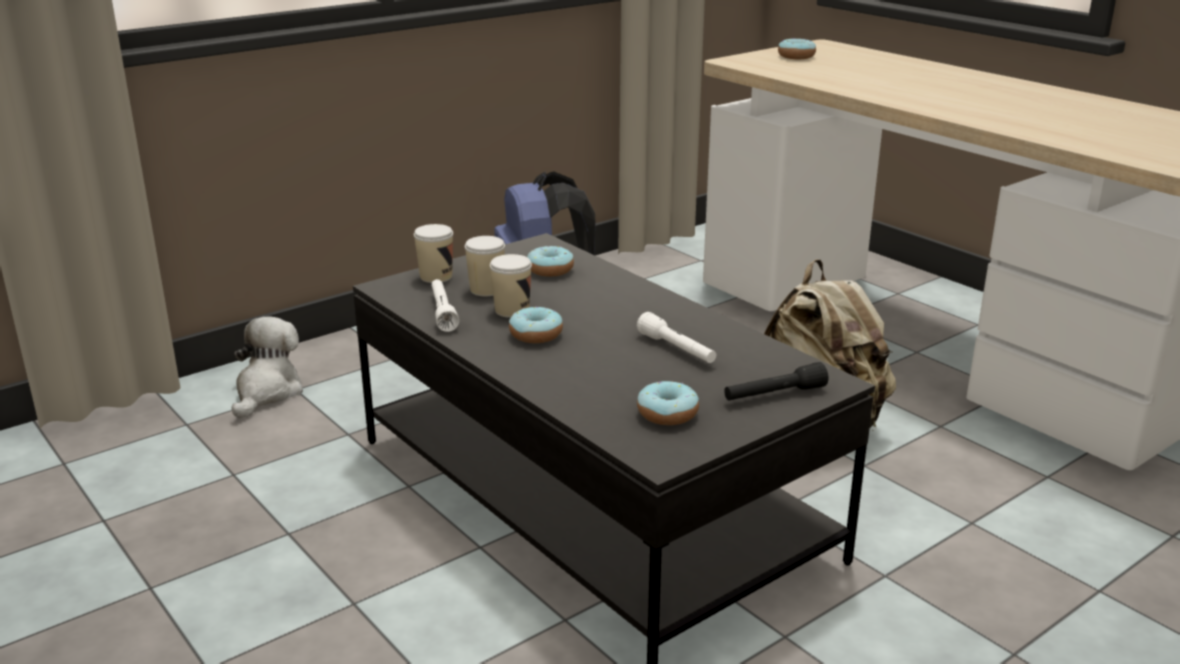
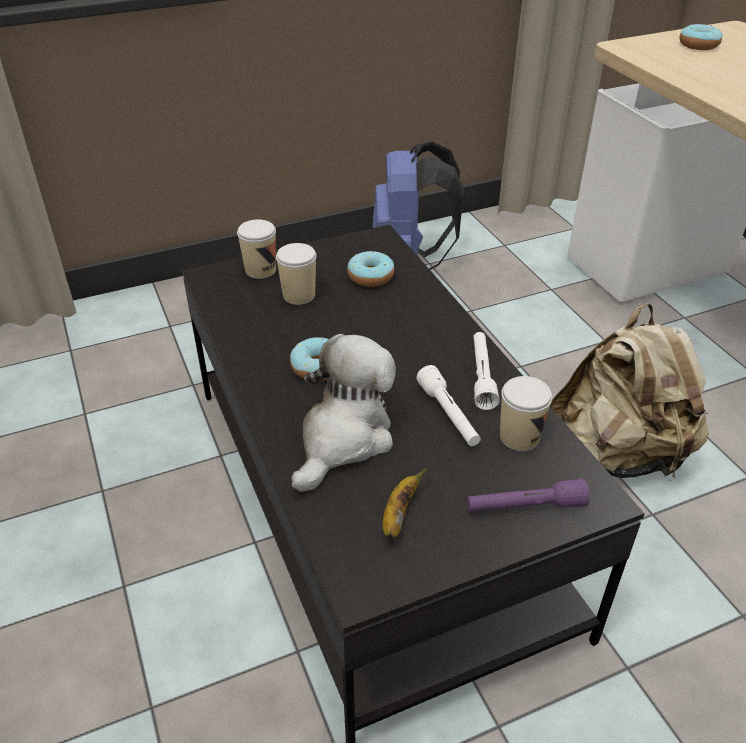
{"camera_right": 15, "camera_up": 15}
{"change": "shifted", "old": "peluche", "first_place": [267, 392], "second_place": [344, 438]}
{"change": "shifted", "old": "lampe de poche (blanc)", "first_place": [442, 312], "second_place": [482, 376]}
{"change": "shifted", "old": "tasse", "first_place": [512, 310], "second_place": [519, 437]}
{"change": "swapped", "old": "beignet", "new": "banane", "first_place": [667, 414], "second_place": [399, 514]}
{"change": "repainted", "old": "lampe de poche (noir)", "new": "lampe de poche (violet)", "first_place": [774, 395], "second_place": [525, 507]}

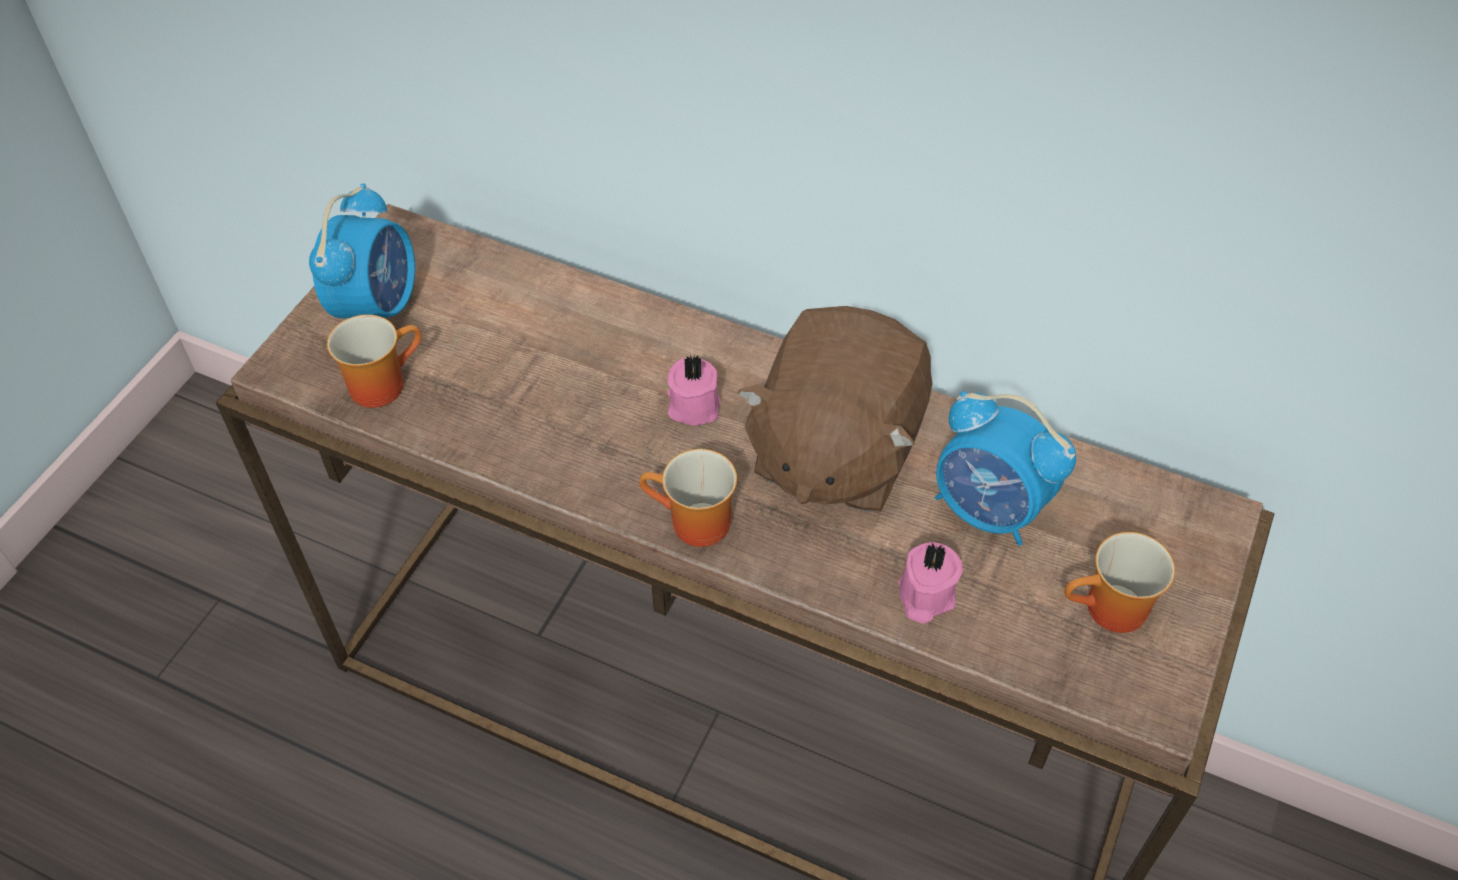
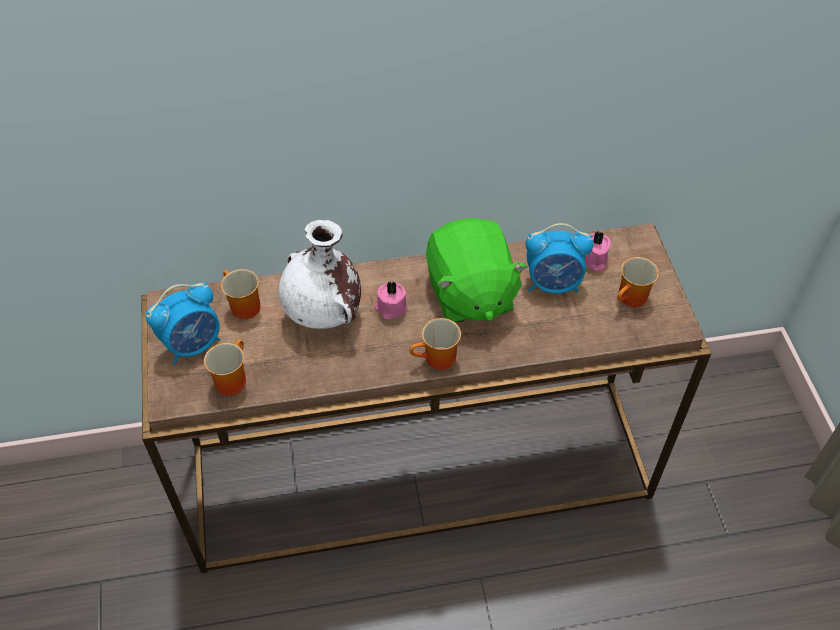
{"camera_right": -35, "camera_up": 0}
{"change": "rotated", "old": "réveil", "first_place": [378, 307], "second_place": [193, 344], "degrees": 75}
{"change": "repainted", "old": "peluche (marron)", "new": "peluche (vert)", "first_place": [834, 450], "second_place": [469, 294]}
{"change": "shifted", "old": "bougie (rose)", "first_place": [924, 596], "second_place": [593, 260]}
{"change": "new", "new": "mug", "second_place": [241, 307]}
{"change": "new", "new": "vase (blanc)", "second_place": [324, 315]}

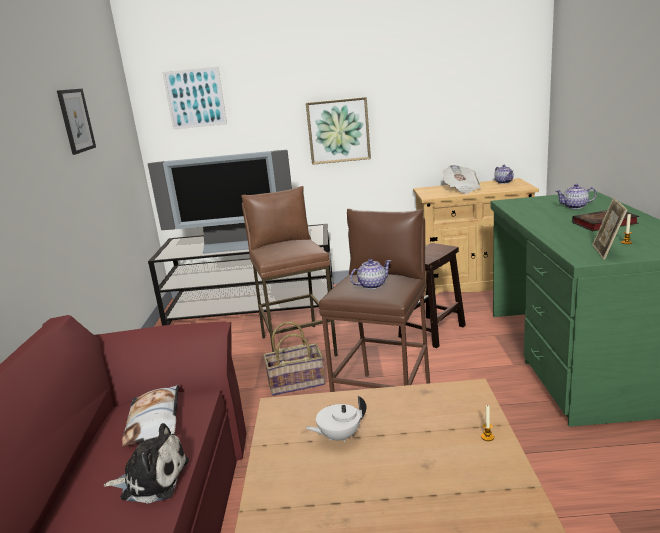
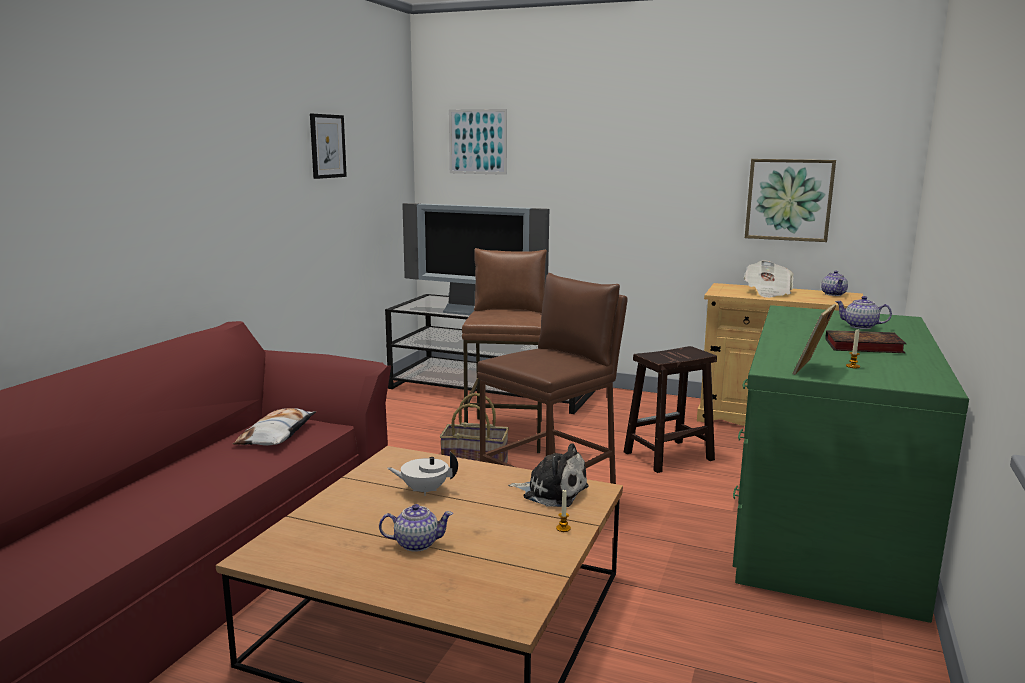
{"camera_right": 20, "camera_up": -5}
{"change": "shifted", "old": "peluche", "first_place": [151, 479], "second_place": [552, 492]}
{"change": "shifted", "old": "tableau", "first_place": [338, 131], "second_place": [789, 199]}
{"change": "shifted", "old": "théière", "first_place": [371, 285], "second_place": [416, 543]}

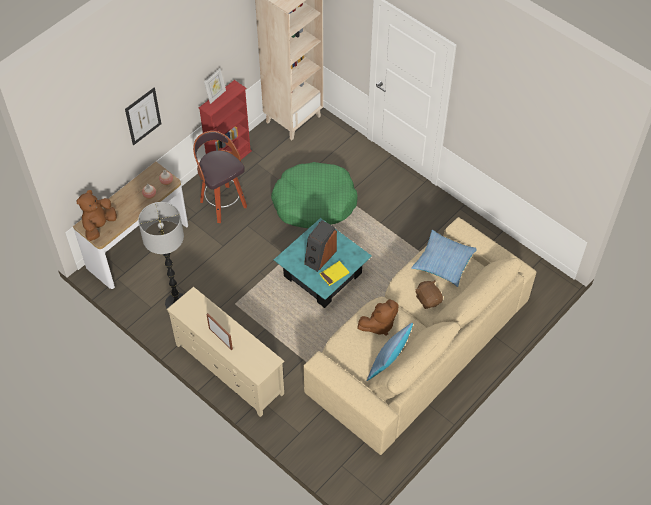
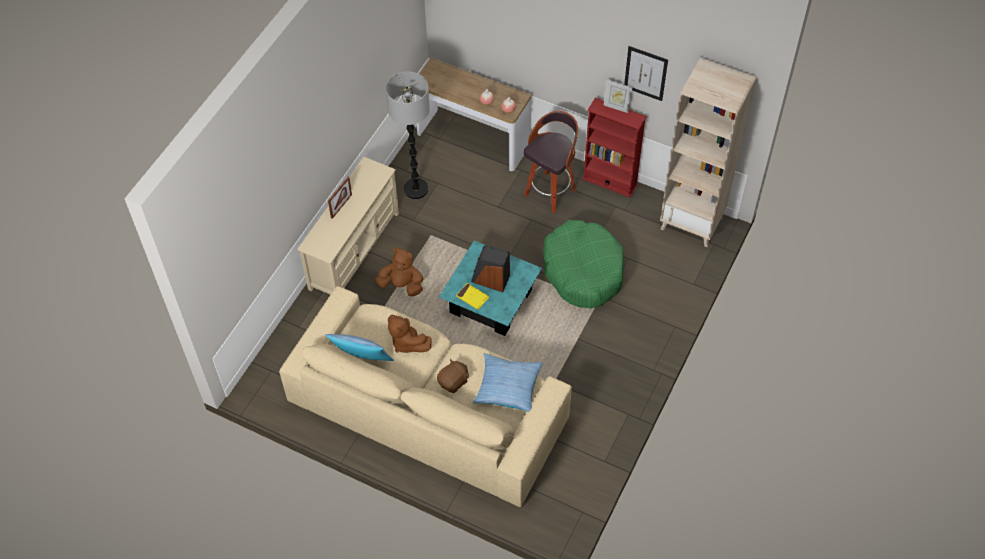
{"camera_right": 75, "camera_up": 0}
{"change": "shifted", "old": "peluche (marron)", "first_place": [99, 226], "second_place": [402, 285]}
{"change": "shifted", "old": "tableau", "first_place": [143, 116], "second_place": [645, 73]}

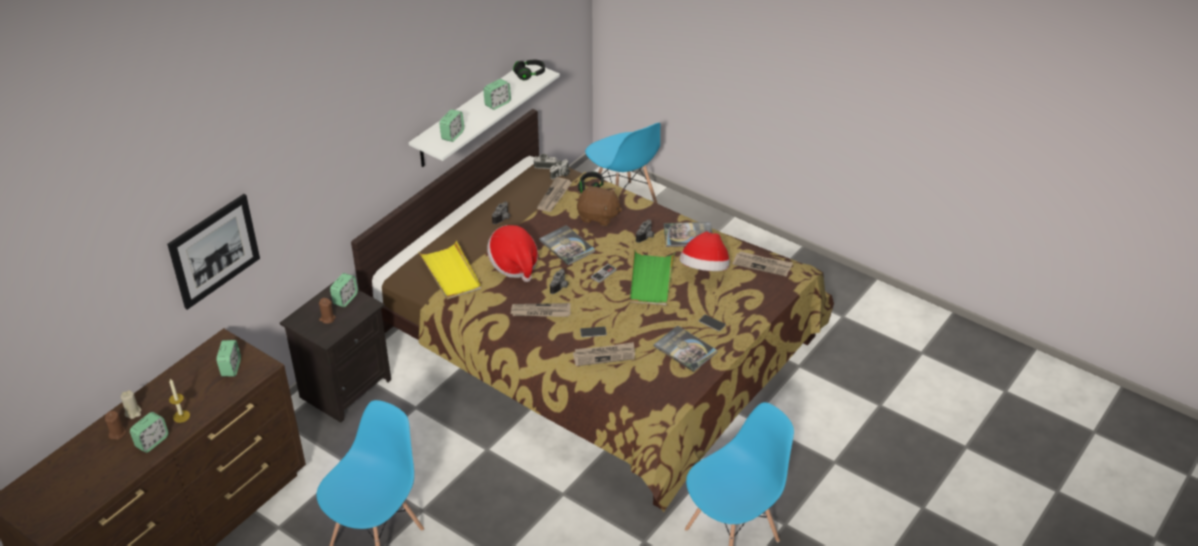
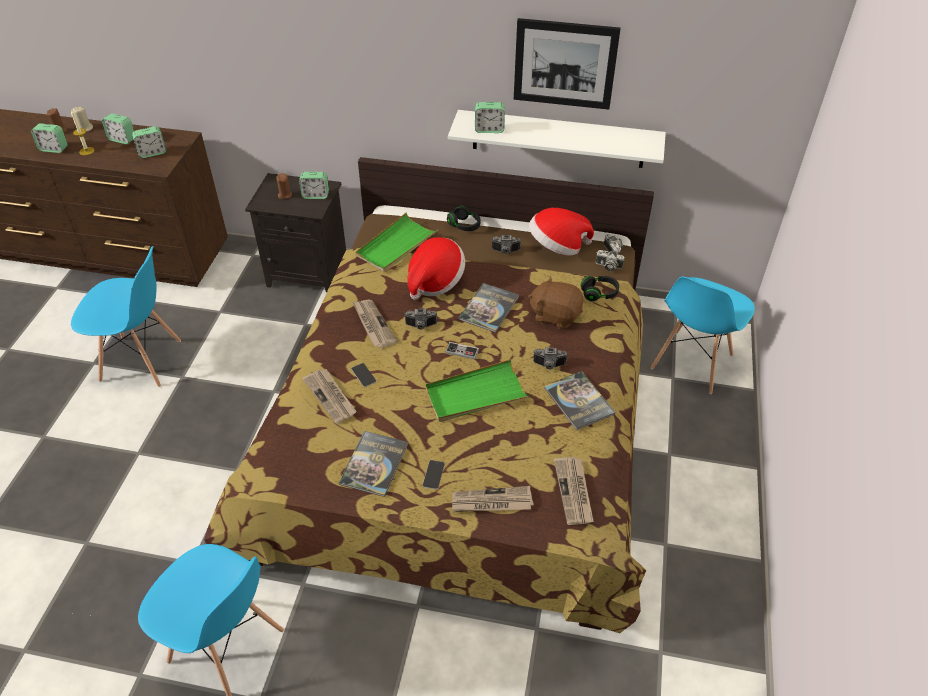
{"camera_right": 65, "camera_up": 5}
{"change": "shifted", "old": "tableau", "first_place": [214, 250], "second_place": [564, 64]}
{"change": "repainted", "old": "plateau (jaune)", "new": "plateau (vert)", "first_place": [451, 273], "second_place": [396, 245]}
{"change": "shifted", "old": "réveil", "first_place": [497, 104], "second_place": [122, 139]}
{"change": "shifted", "old": "casque audio (noir)", "first_place": [530, 74], "second_place": [464, 225]}
{"change": "shifted", "old": "journal", "first_place": [554, 196], "second_place": [491, 502]}
{"change": "rotated", "old": "peluche (marron)", "first_place": [598, 216], "second_place": [555, 315], "degrees": 120}
{"change": "shifted", "old": "chapeau", "first_place": [704, 270], "second_place": [557, 247]}

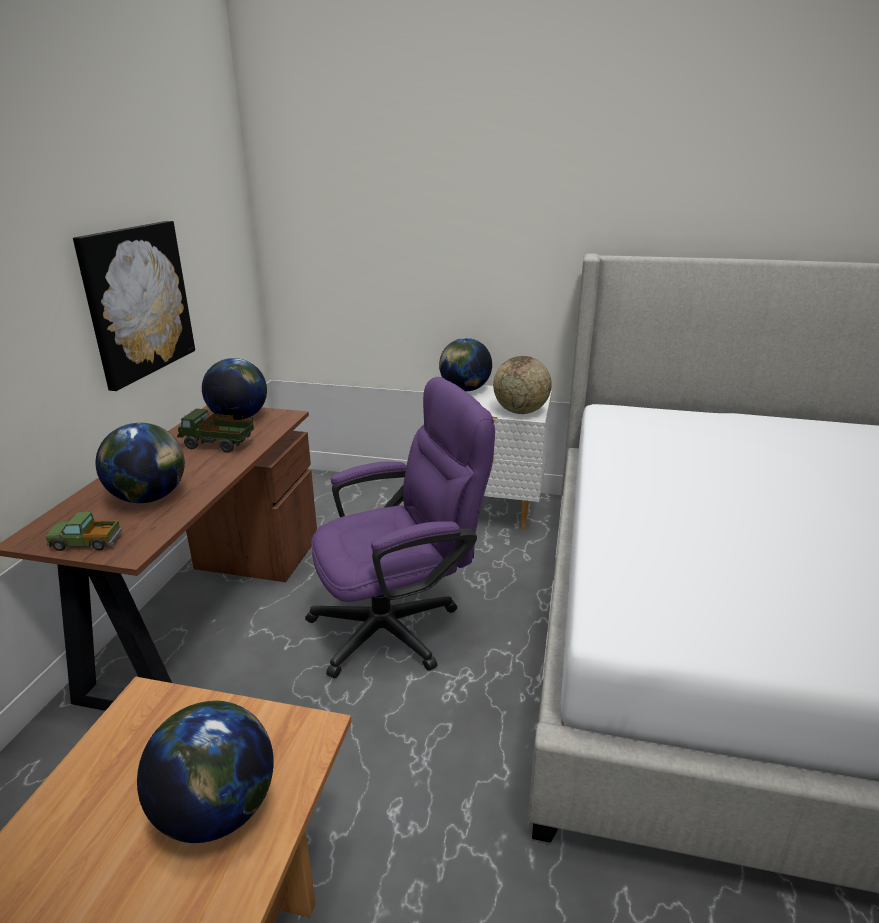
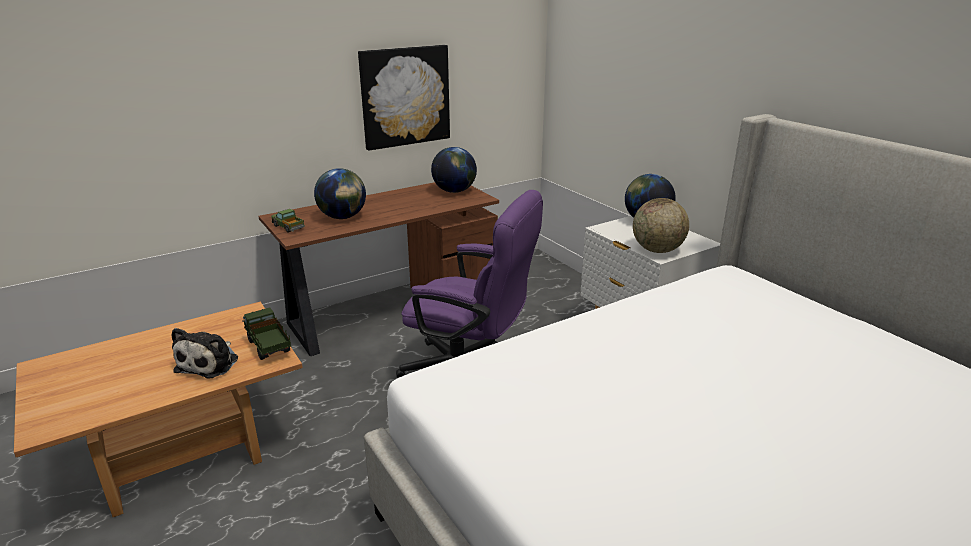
{"camera_right": 45, "camera_up": 0}
{"change": "swapped", "old": "globe", "new": "peluche", "first_place": [217, 810], "second_place": [210, 363]}
{"change": "shifted", "old": "camion jouet", "first_place": [218, 445], "second_place": [268, 348]}

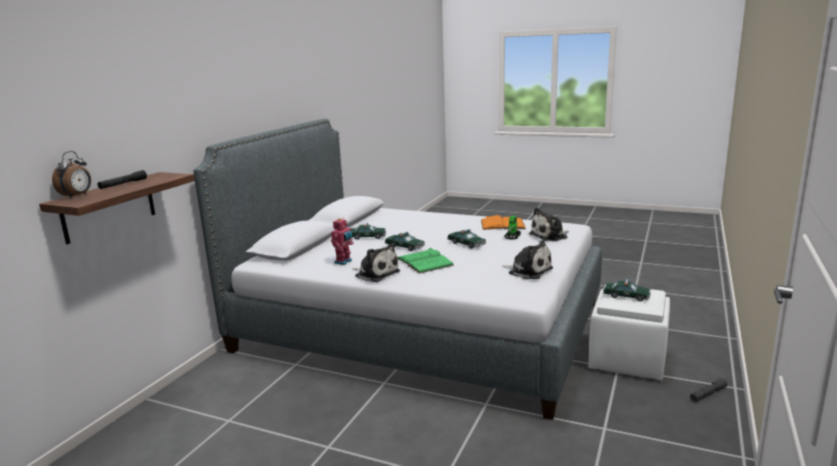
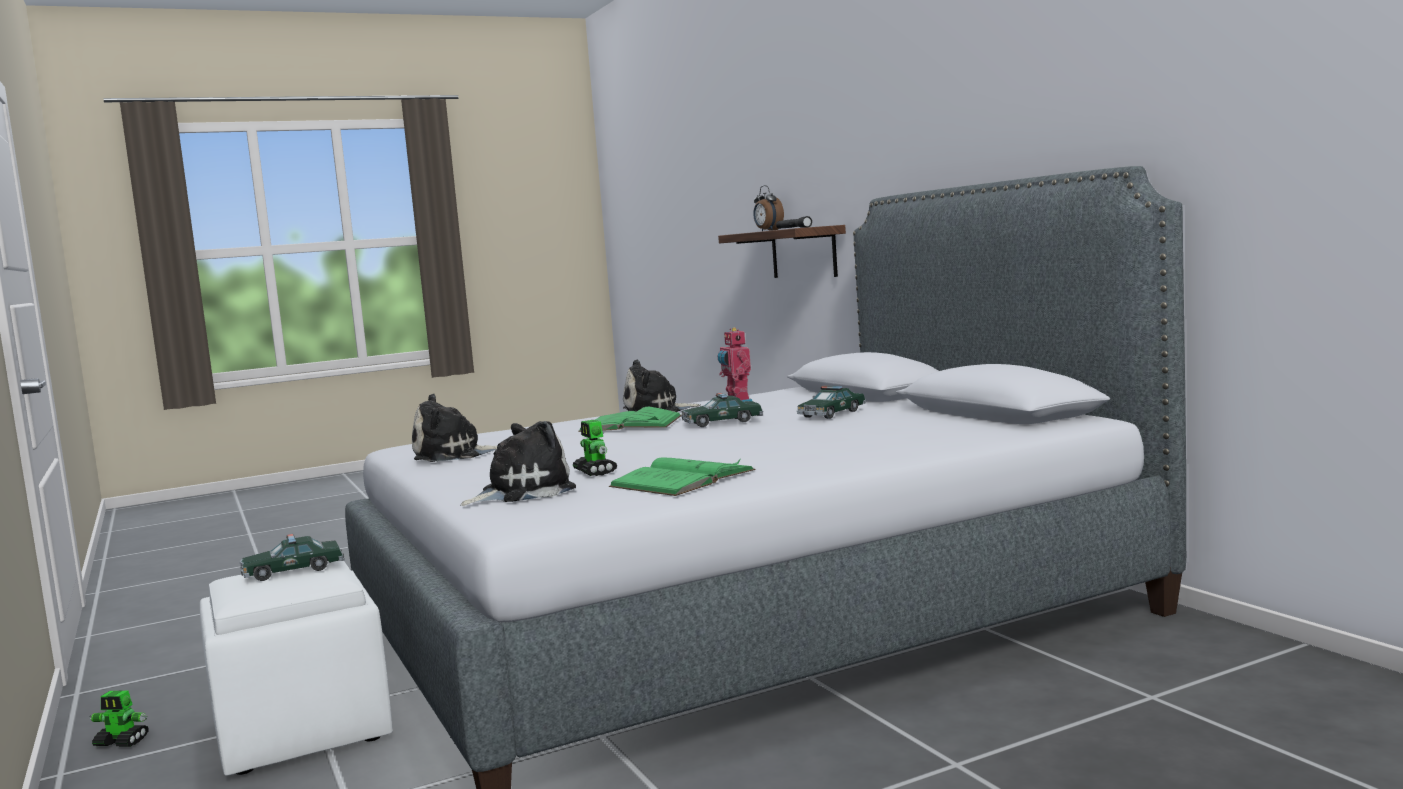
{"camera_right": 130, "camera_up": -10}
{"change": "gone", "old": "petite voiture", "first_place": [466, 244]}
{"change": "repainted", "old": "livre (orange)", "new": "livre (vert)", "first_place": [502, 224], "second_place": [682, 478]}
{"change": "rotated", "old": "peluche", "first_place": [550, 236], "second_place": [522, 492], "degrees": 45}
{"change": "swapped", "old": "lampe de poche (gris)", "new": "robot jouet", "first_place": [708, 394], "second_place": [122, 742]}

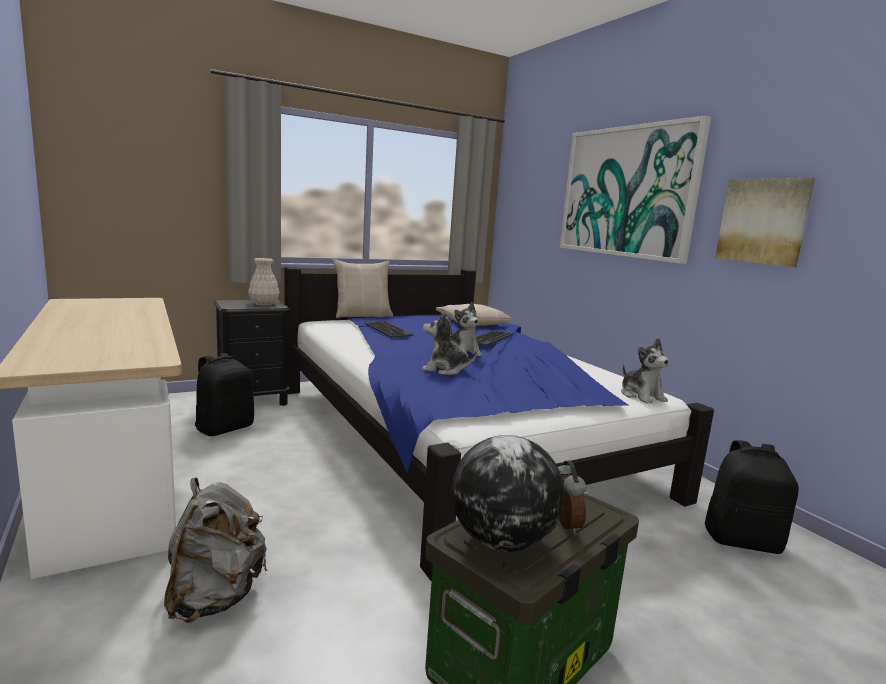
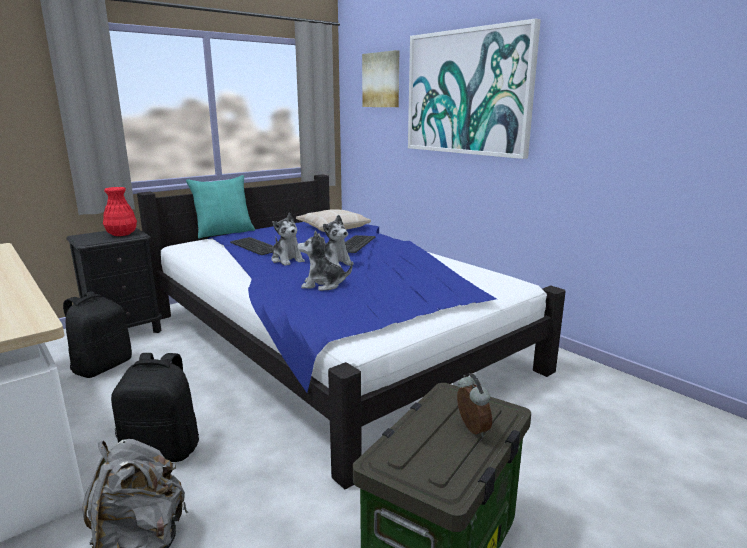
{"camera_right": -10, "camera_up": 5}
{"change": "repainted", "old": "vase (blanc)", "new": "vase (rouge)", "first_place": [263, 304], "second_place": [121, 234]}
{"change": "repainted", "old": "coussin (beige)", "new": "coussin (turquoise)", "first_place": [362, 315], "second_place": [224, 233]}
{"change": "gone", "old": "globe", "first_place": [502, 542]}
{"change": "shifted", "old": "peluche", "first_place": [641, 396], "second_place": [287, 260]}
{"change": "shifted", "old": "sac à dos (noir)", "first_place": [742, 540], "second_place": [163, 450]}
{"change": "shifted", "old": "tableau", "first_place": [763, 221], "second_place": [381, 80]}

